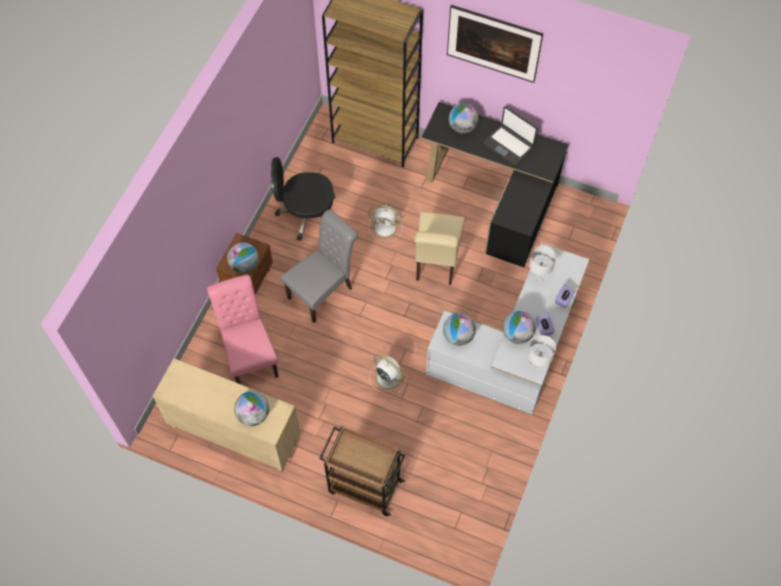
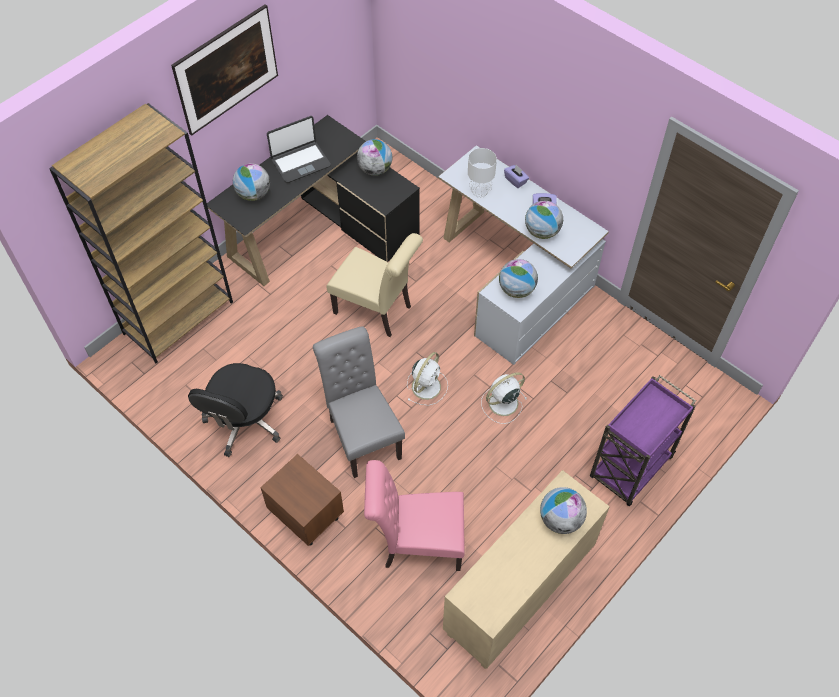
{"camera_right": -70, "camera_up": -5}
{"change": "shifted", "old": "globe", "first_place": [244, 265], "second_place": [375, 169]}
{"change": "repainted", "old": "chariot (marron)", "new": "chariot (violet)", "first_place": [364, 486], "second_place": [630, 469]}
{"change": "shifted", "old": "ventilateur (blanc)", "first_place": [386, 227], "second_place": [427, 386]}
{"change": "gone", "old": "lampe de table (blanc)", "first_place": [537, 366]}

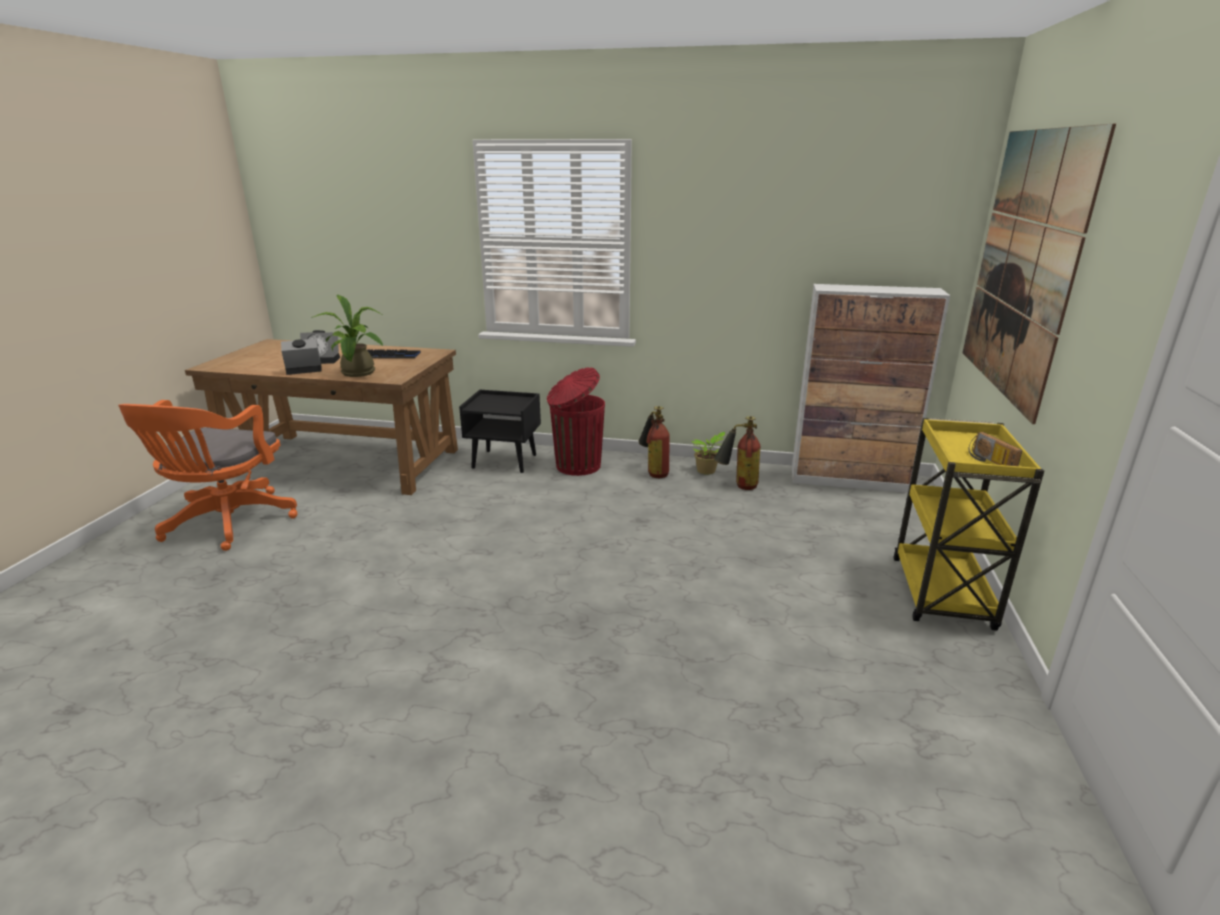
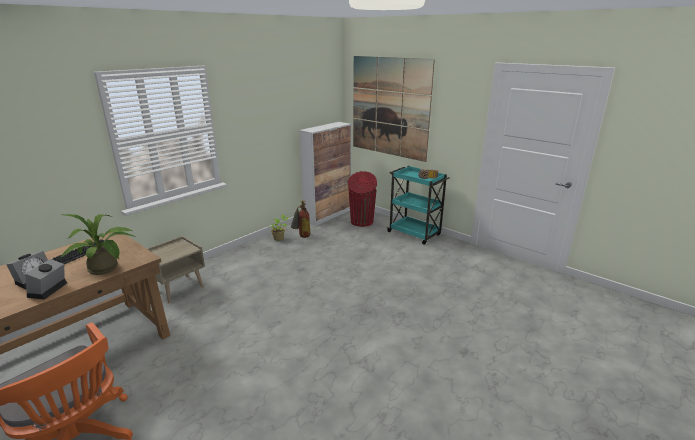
{"camera_right": -60, "camera_up": 0}
{"change": "repainted", "old": "table de chevet (noir)", "new": "table de chevet (beige)", "first_place": [505, 461], "second_place": [179, 288]}
{"change": "shifted", "old": "poubelle (rouge)", "first_place": [576, 466], "second_place": [361, 222]}
{"change": "gone", "old": "extincteur", "first_place": [653, 471]}
{"change": "repainted", "old": "chariot (jaune)", "new": "chariot (turquoise)", "first_place": [942, 594], "second_place": [414, 234]}

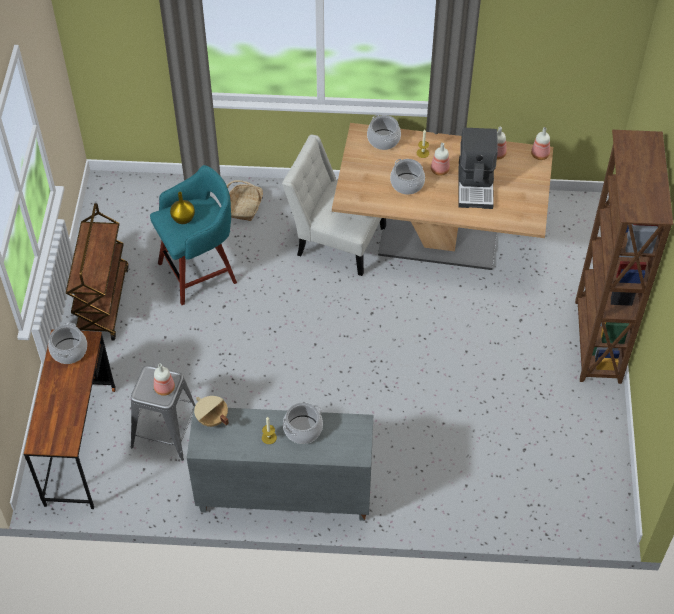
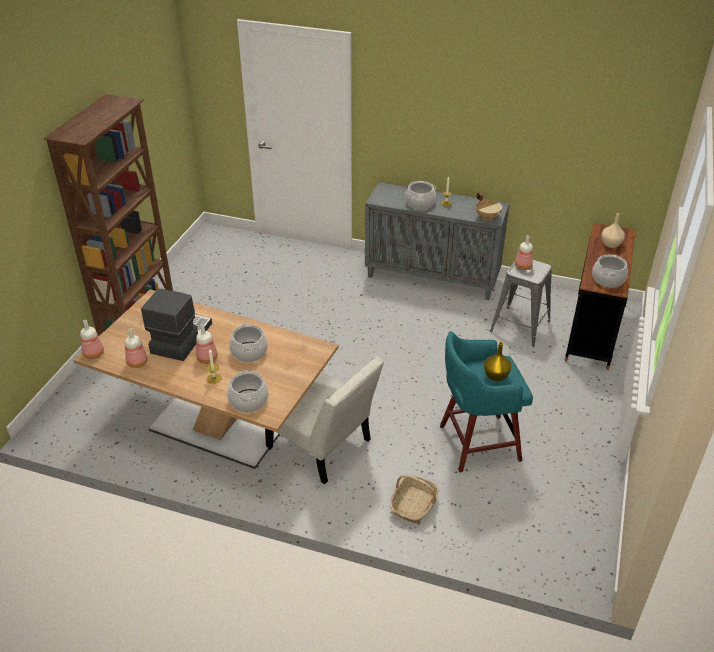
{"camera_right": -165, "camera_up": -15}
{"change": "gone", "old": "chariot (marron)", "first_place": [102, 302]}
{"change": "new", "new": "vase (beige)", "second_place": [611, 244]}

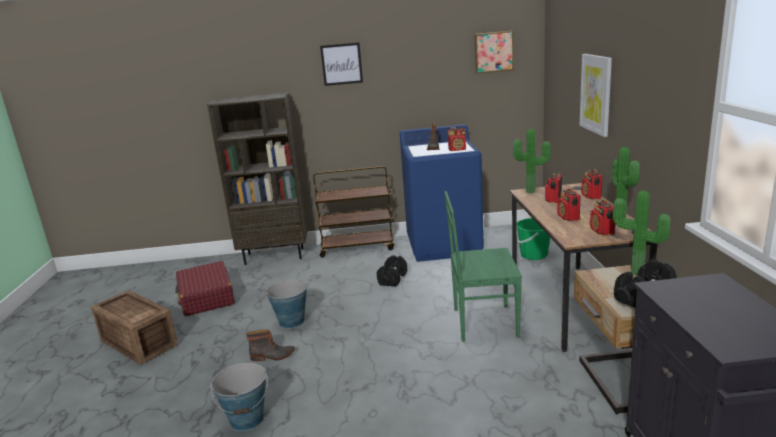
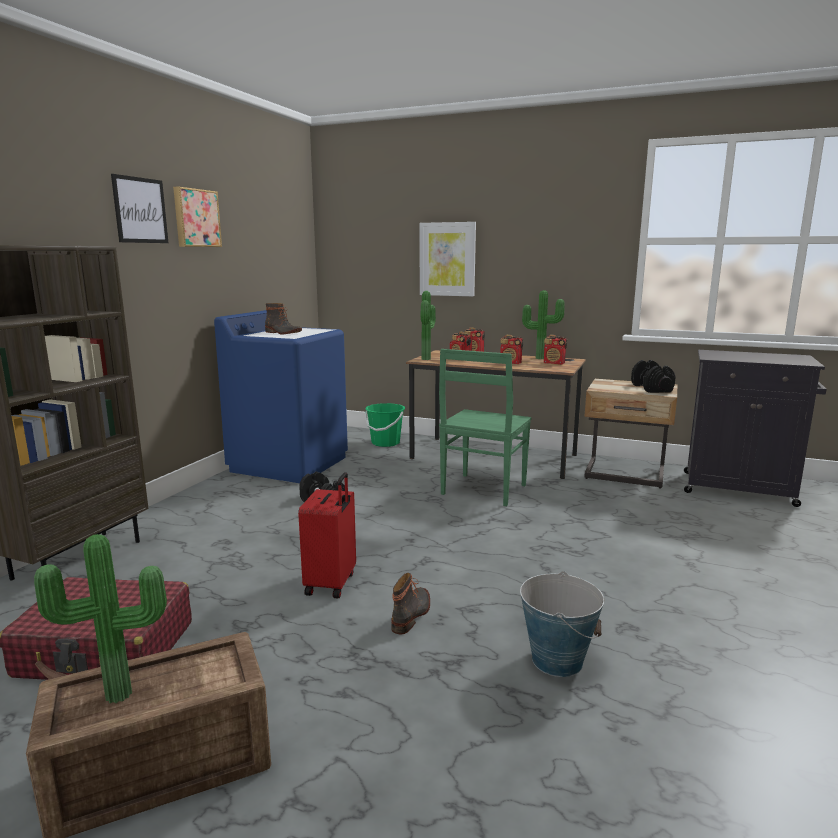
{"camera_right": -65, "camera_up": -5}
{"change": "swapped", "old": "seau", "new": "valise (rouge)", "first_place": [291, 321], "second_place": [332, 584]}
{"change": "gone", "old": "chariot (marron)", "first_place": [357, 247]}
{"change": "gone", "old": "radio", "first_place": [457, 150]}
{"change": "shifted", "old": "tableau", "first_place": [493, 52], "second_place": [196, 218]}
{"change": "shifted", "old": "plante en pot", "first_place": [636, 274], "second_place": [119, 697]}

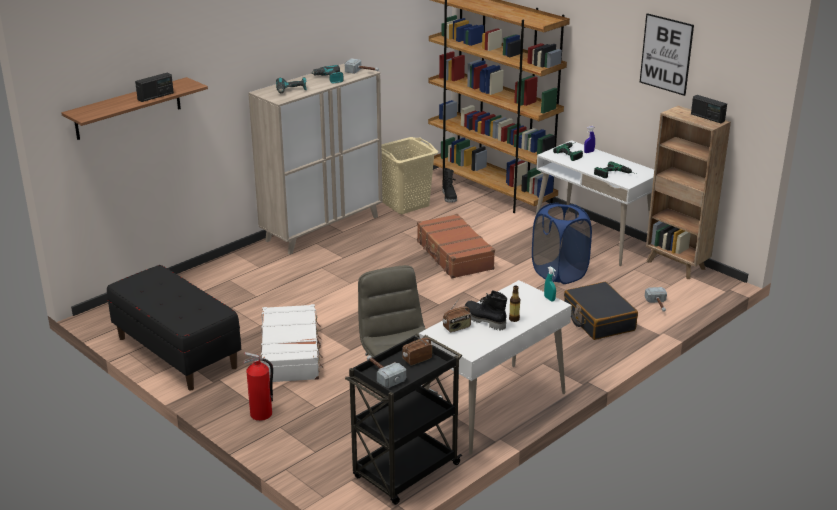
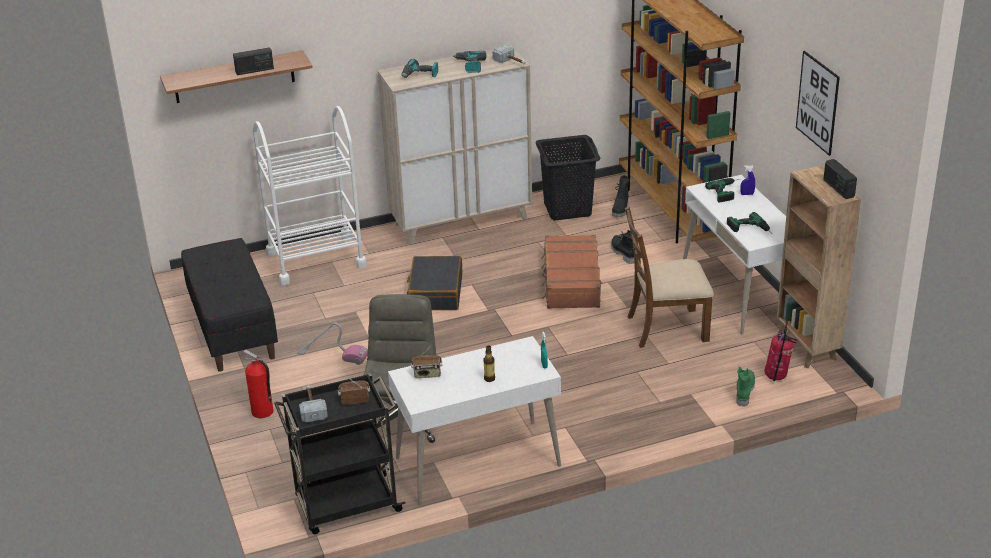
{"camera_right": 25, "camera_up": 5}
{"change": "swapped", "old": "valise (blanc)", "new": "aspirateur", "first_place": [291, 353], "second_place": [333, 355]}
{"change": "repainted", "old": "panier à linge (beige)", "new": "panier à linge (noir)", "first_place": [405, 204], "second_place": [567, 209]}
{"change": "shifted", "old": "botte (noir)", "first_place": [484, 320], "second_place": [622, 253]}
{"change": "swapped", "old": "panier à linge (bleu)", "new": "chaise (marron)", "first_place": [559, 273], "second_place": [666, 328]}
{"change": "shifted", "old": "valise (noir)", "first_place": [598, 320], "second_place": [435, 292]}
{"change": "swapped", "old": "marteau", "new": "botte (vert)", "first_place": [658, 305], "second_place": [744, 391]}
{"change": "new", "new": "chariot (blanc)", "second_place": [316, 259]}
{"change": "new", "new": "extincteur", "second_place": [777, 378]}

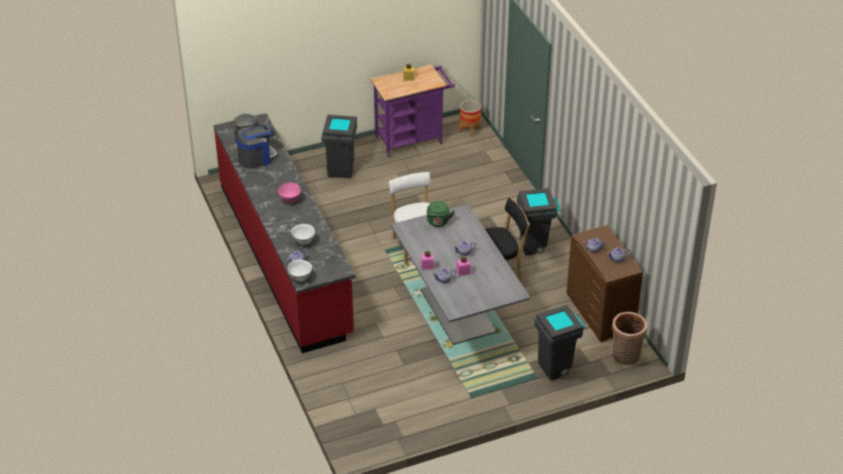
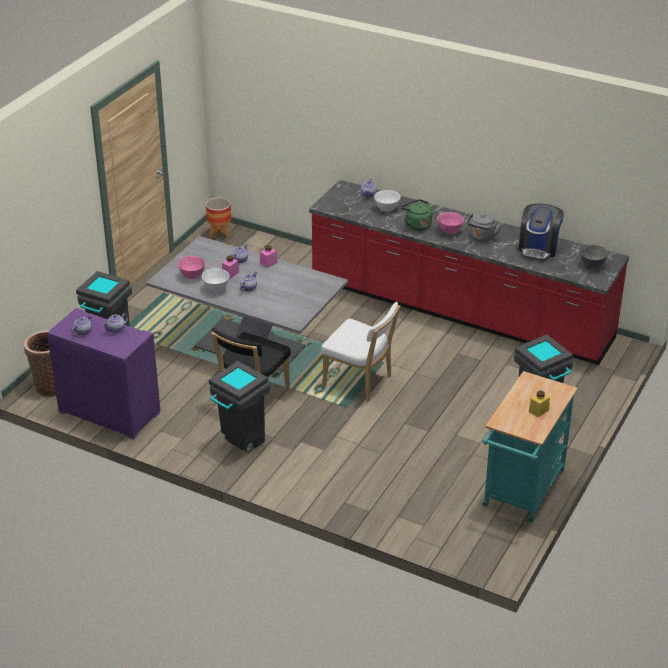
{"camera_right": 140, "camera_up": -5}
{"change": "shifted", "old": "bol (blanc)", "first_place": [300, 278], "second_place": [216, 289]}
{"change": "repainted", "old": "chariot (violet)", "new": "chariot (turquoise)", "first_place": [413, 139], "second_place": [521, 493]}
{"change": "shifted", "old": "bouilloire (vert)", "first_place": [438, 222], "second_place": [416, 225]}
{"change": "shifted", "old": "cache-pot", "first_place": [470, 130], "second_place": [219, 234]}
{"change": "repainted", "old": "commode (marron)", "new": "commode (violet)", "first_place": [601, 313], "second_place": [108, 412]}
{"change": "new", "new": "bol (rose)", "second_place": [192, 276]}
{"change": "new", "new": "bouilloire (gris)", "second_place": [481, 237]}

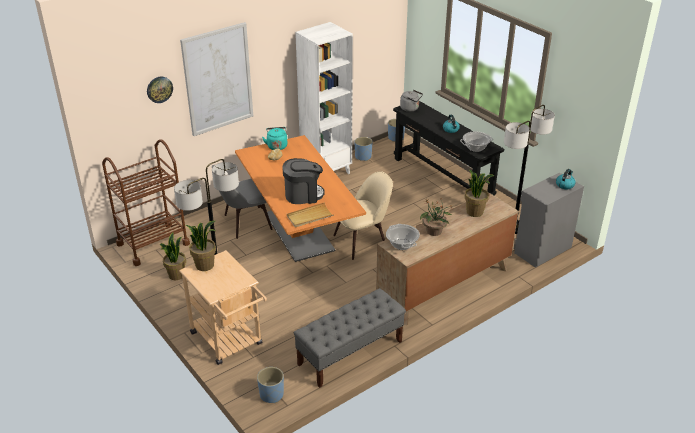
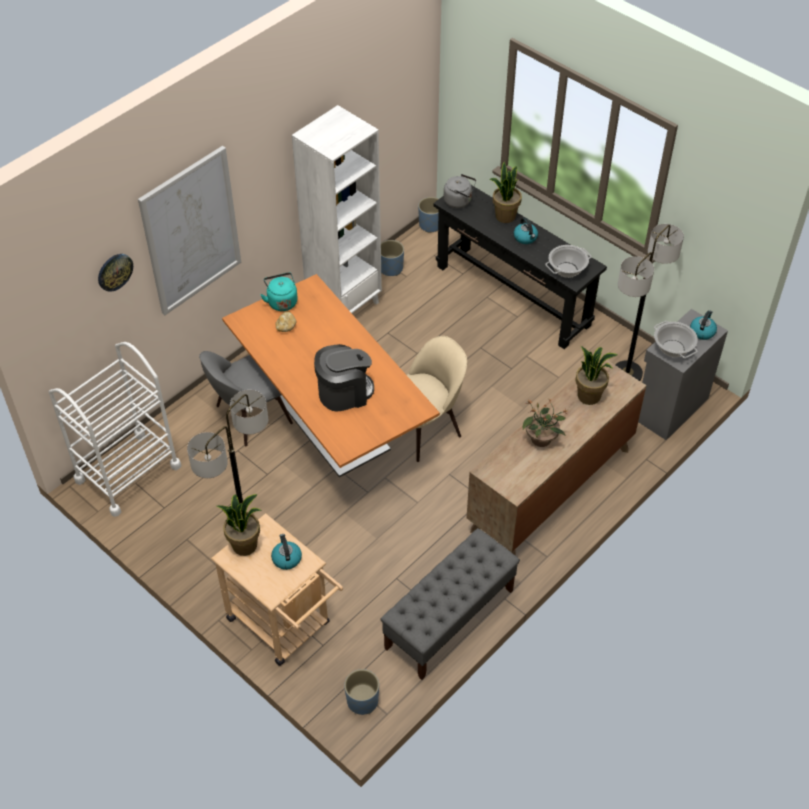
{"camera_right": -10, "camera_up": 15}
{"change": "repainted", "old": "chariot (marron)", "new": "chariot (blanc)", "first_place": [153, 244], "second_place": [128, 473]}
{"change": "shifted", "old": "plante en pot", "first_place": [176, 275], "second_place": [505, 216]}
{"change": "gone", "old": "plateau (beige)", "first_place": [310, 216]}
{"change": "shifted", "old": "marmite", "first_place": [402, 244], "second_place": [673, 348]}
{"change": "new", "new": "bouilloire", "second_place": [286, 558]}

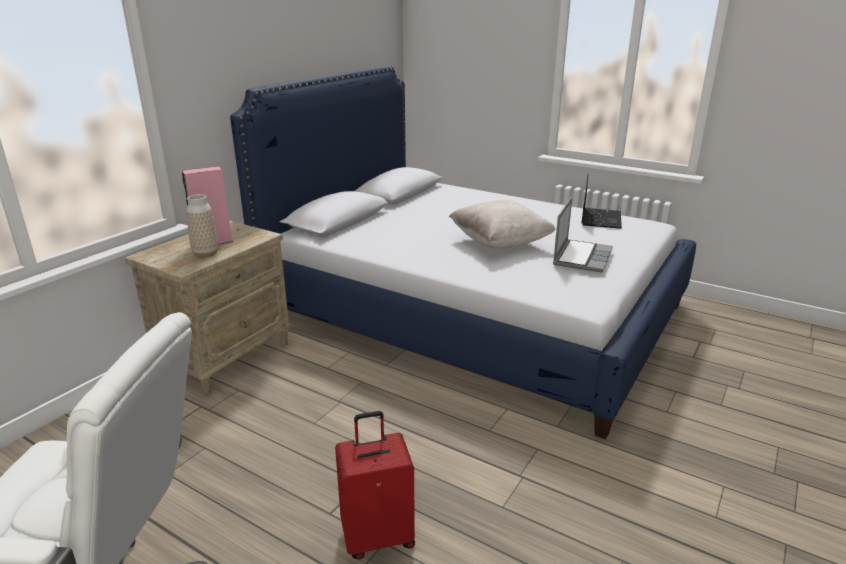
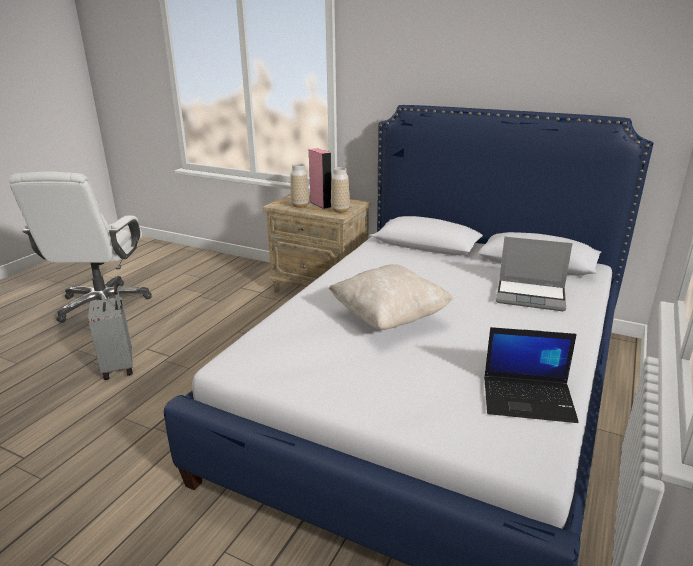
{"camera_right": 85, "camera_up": 0}
{"change": "repainted", "old": "valise (rouge)", "new": "valise (gris)", "first_place": [378, 536], "second_place": [120, 367]}
{"change": "shifted", "old": "ordinateur portable", "first_place": [581, 257], "second_place": [531, 296]}
{"change": "new", "new": "vase", "second_place": [340, 210]}

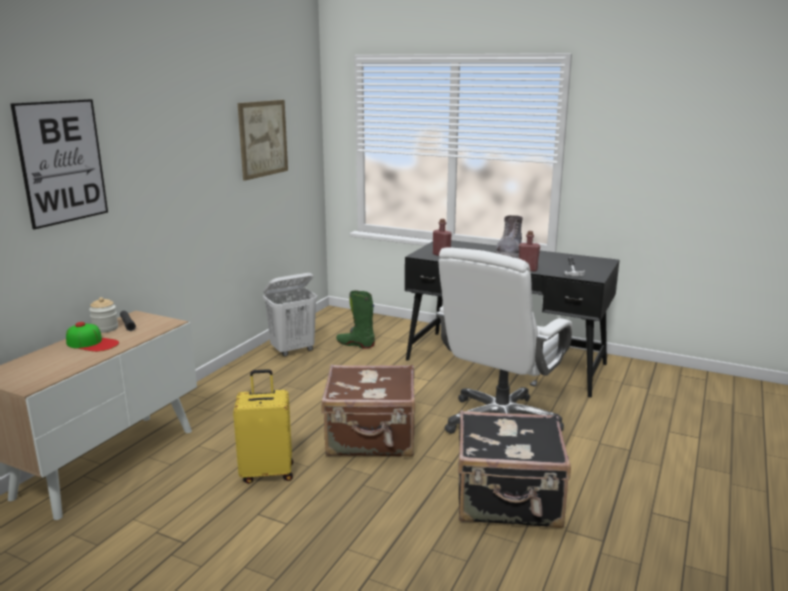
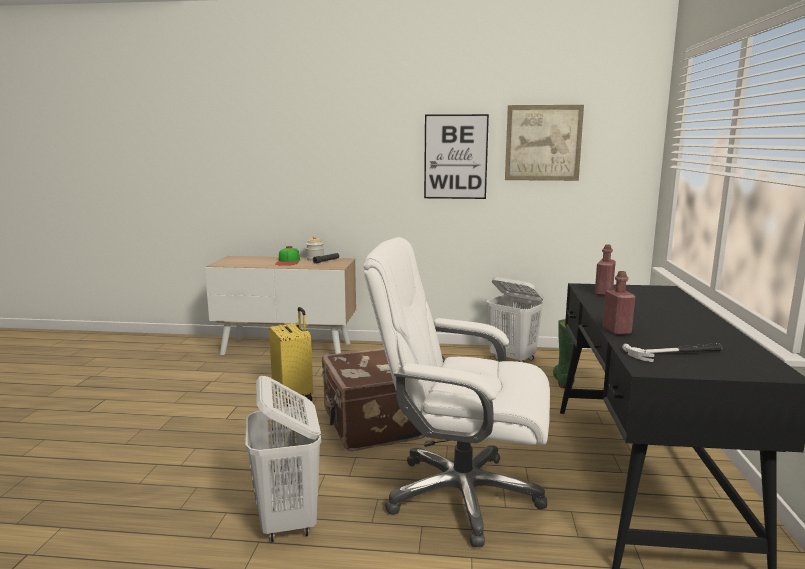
{"camera_right": 70, "camera_up": -5}
{"change": "shifted", "old": "tableau", "first_place": [62, 162], "second_place": [455, 157]}
{"change": "swapped", "old": "valise (noir)", "new": "panier à linge (blanc)", "first_place": [508, 500], "second_place": [288, 521]}
{"change": "gone", "old": "botte (gris)", "first_place": [509, 254]}

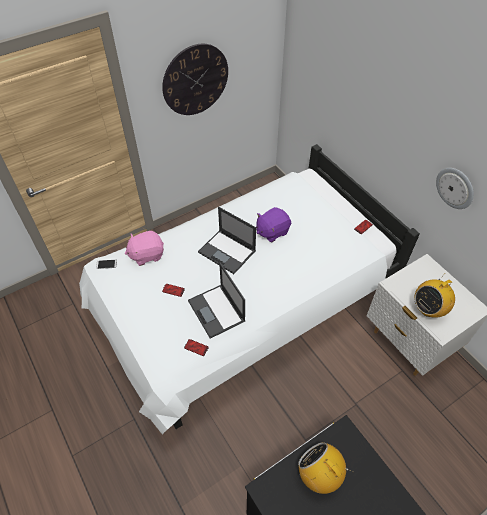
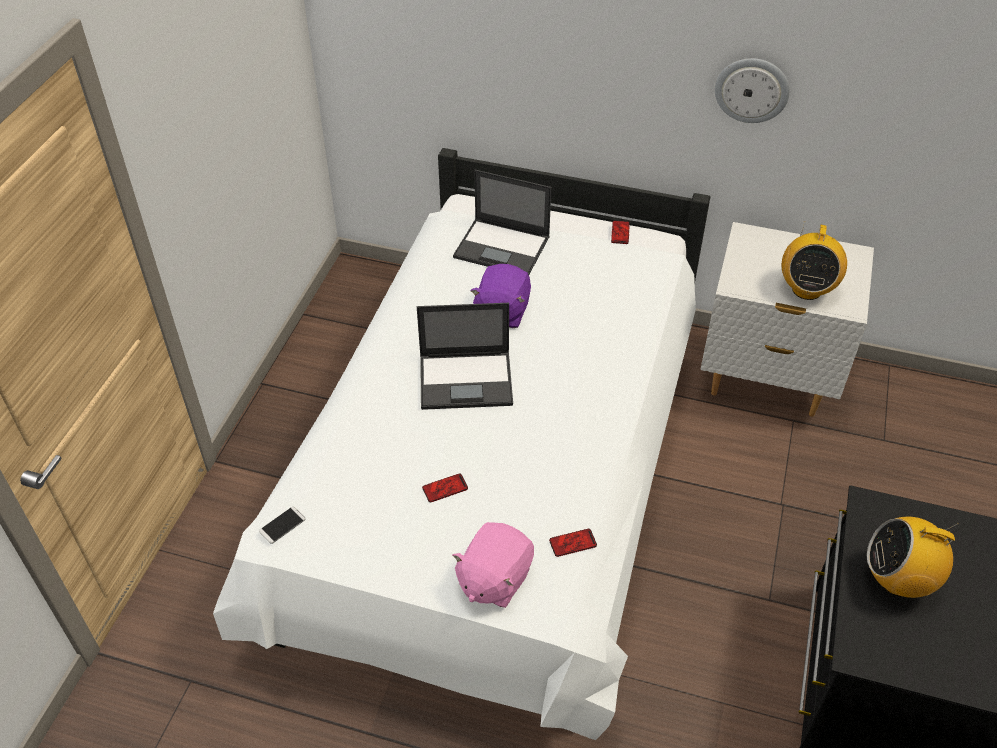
{"camera_right": -40, "camera_up": -5}
{"change": "shifted", "old": "peluche (rose)", "first_place": [147, 255], "second_place": [494, 579]}
{"change": "gone", "old": "horloge murale", "first_place": [195, 80]}
{"change": "shifted", "old": "ordinateur portable", "first_place": [217, 311], "second_place": [503, 247]}

